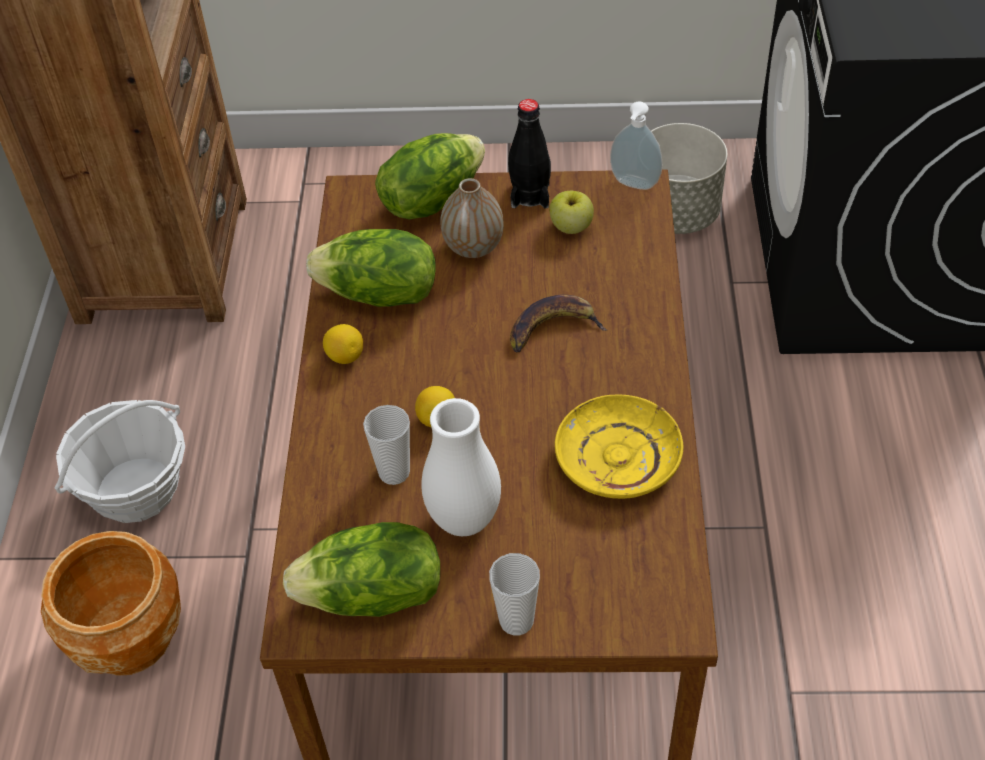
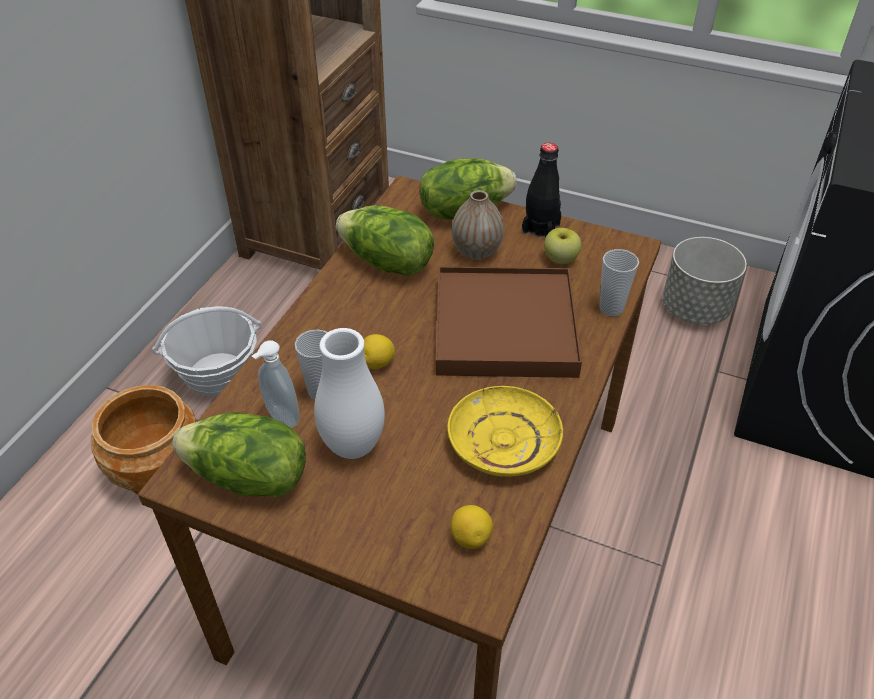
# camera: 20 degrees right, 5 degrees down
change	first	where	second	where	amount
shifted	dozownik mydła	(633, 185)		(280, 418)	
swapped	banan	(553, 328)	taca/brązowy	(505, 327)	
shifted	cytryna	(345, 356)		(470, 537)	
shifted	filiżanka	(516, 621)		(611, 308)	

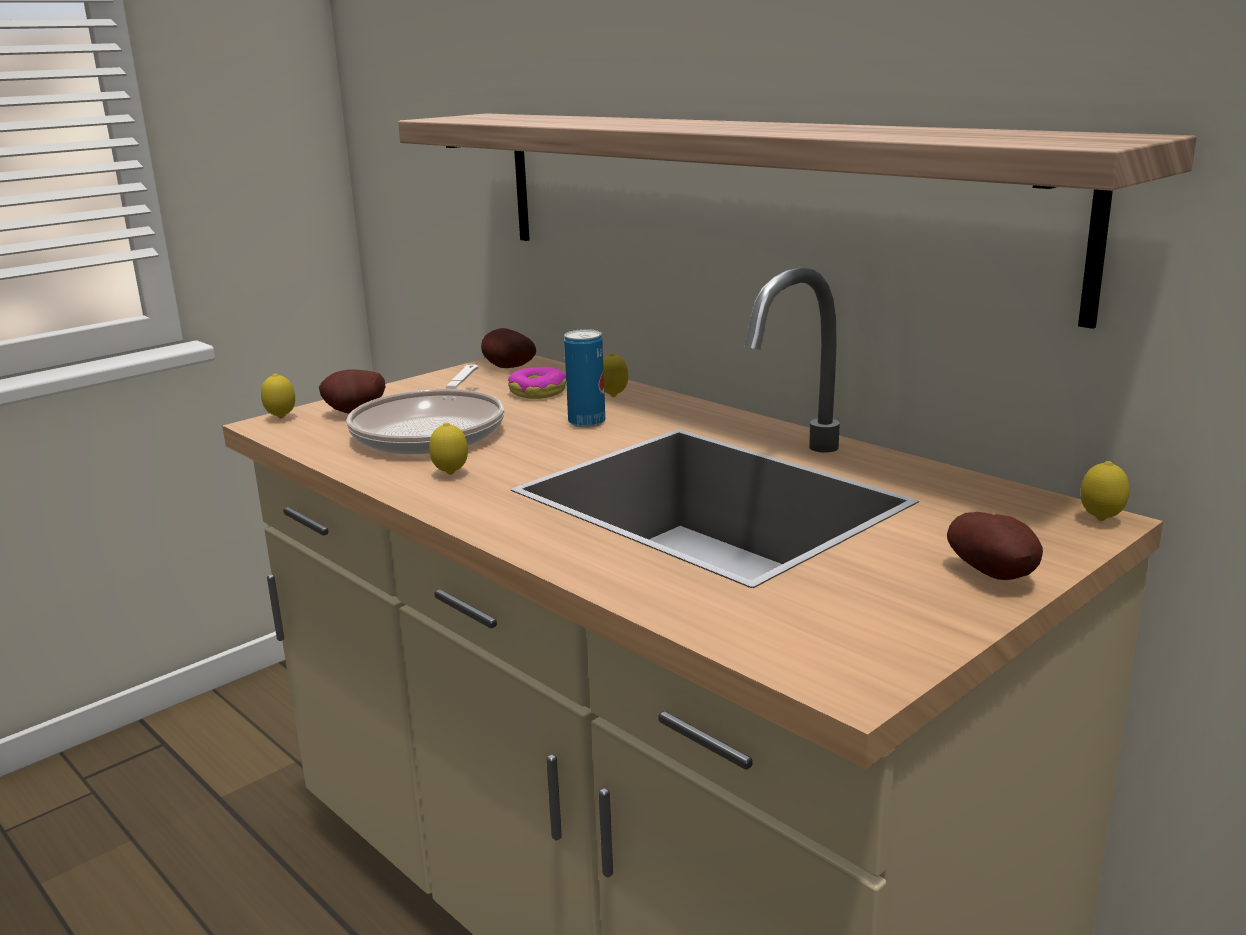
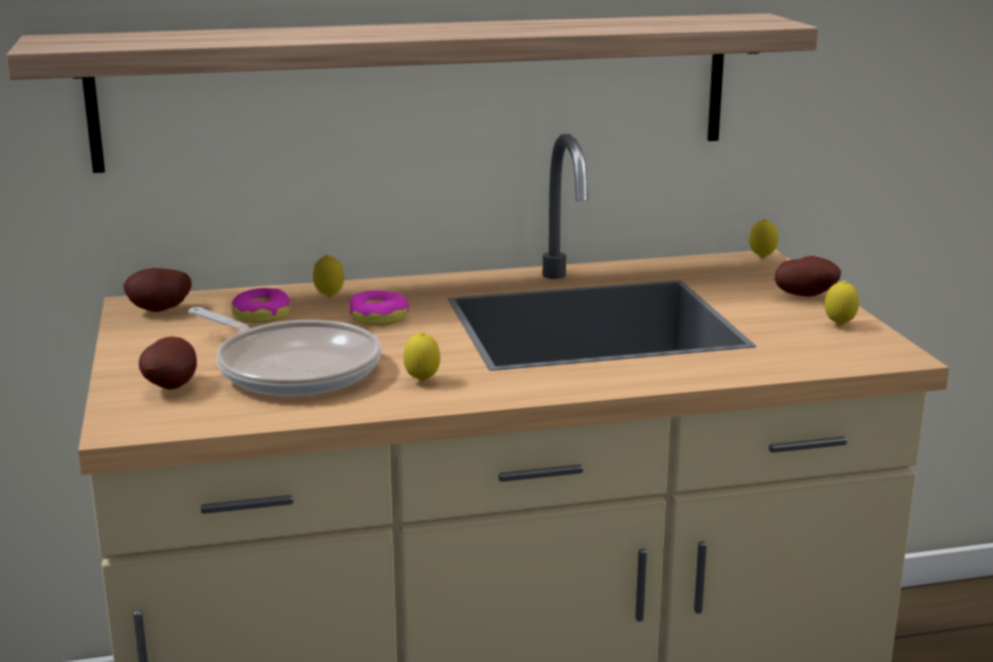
# camera: 60 degrees left, 0 degrees up
change	first	where	second	where	amount
swapped	puszka	(586, 422)	donut	(378, 318)	
shifted	cytryna	(281, 418)		(839, 325)	

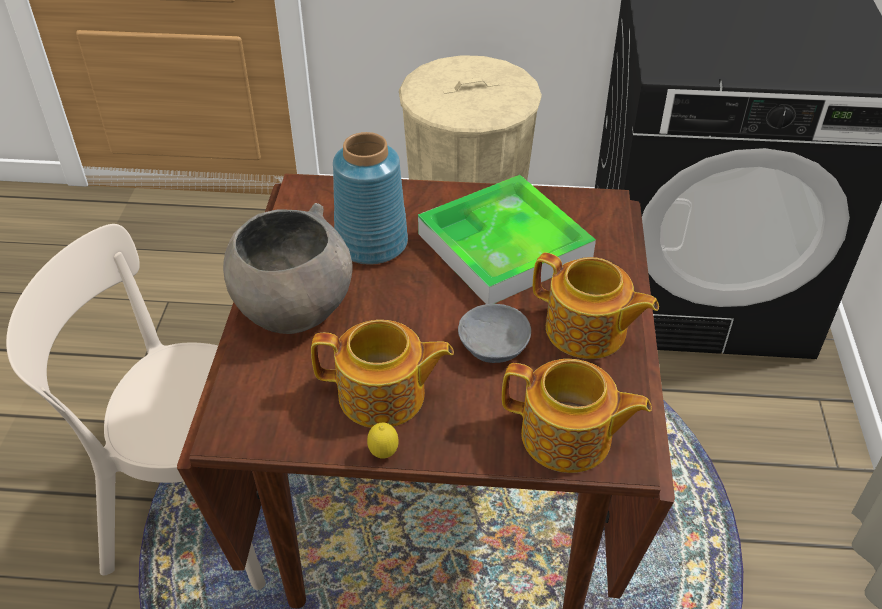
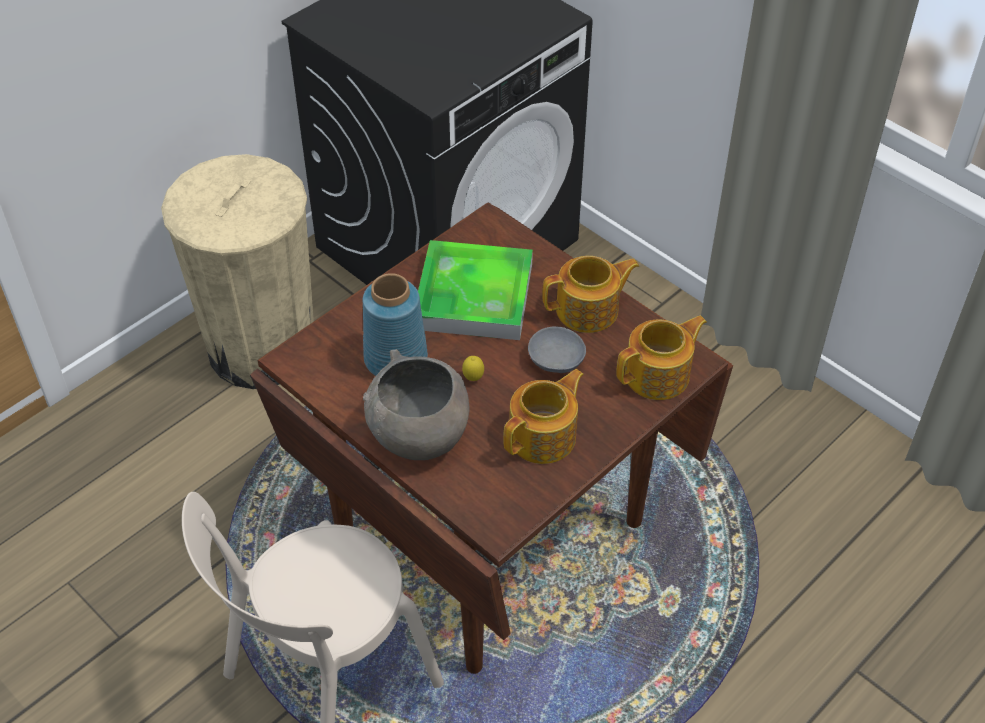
# camera: 50 degrees left, 5 degrees up
change	first	where	second	where	amount
shifted	cytryna	(383, 454)		(473, 378)	

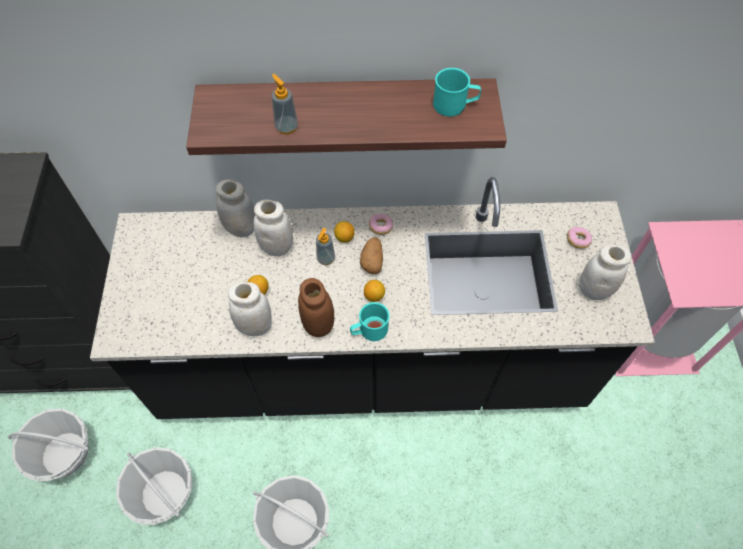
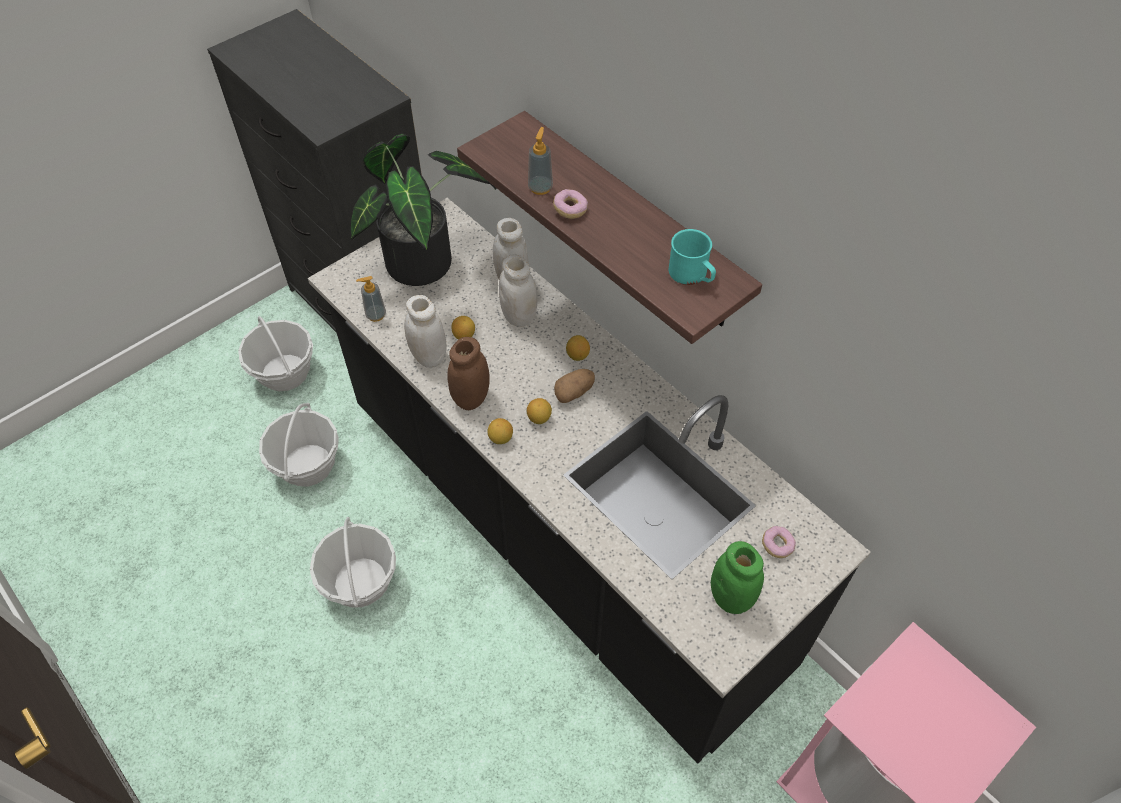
# camera: 50 degrees right, 5 degrees down
change	first	where	second	where	amount
new			roślina doniczkowa	(427, 264)	
shifted	dozownik mydła	(326, 259)		(376, 315)	
swapped	kubek/turkusowy	(369, 330)	cytryna	(500, 438)	
shifted	donut	(380, 227)		(570, 210)	
repainted	słoik/biały	(594, 290)	słoik/zielony	(731, 597)	

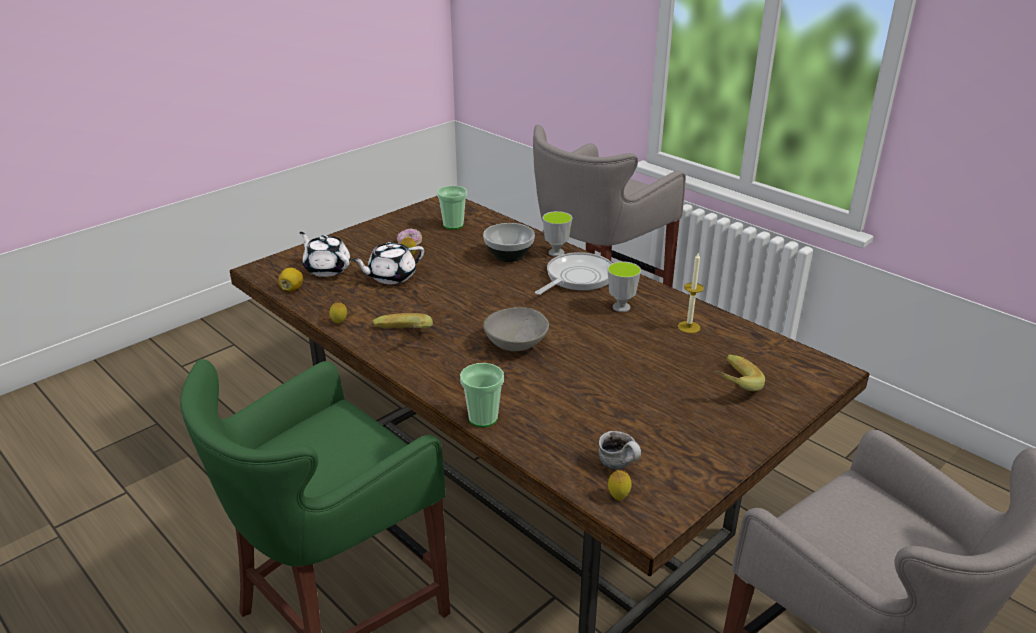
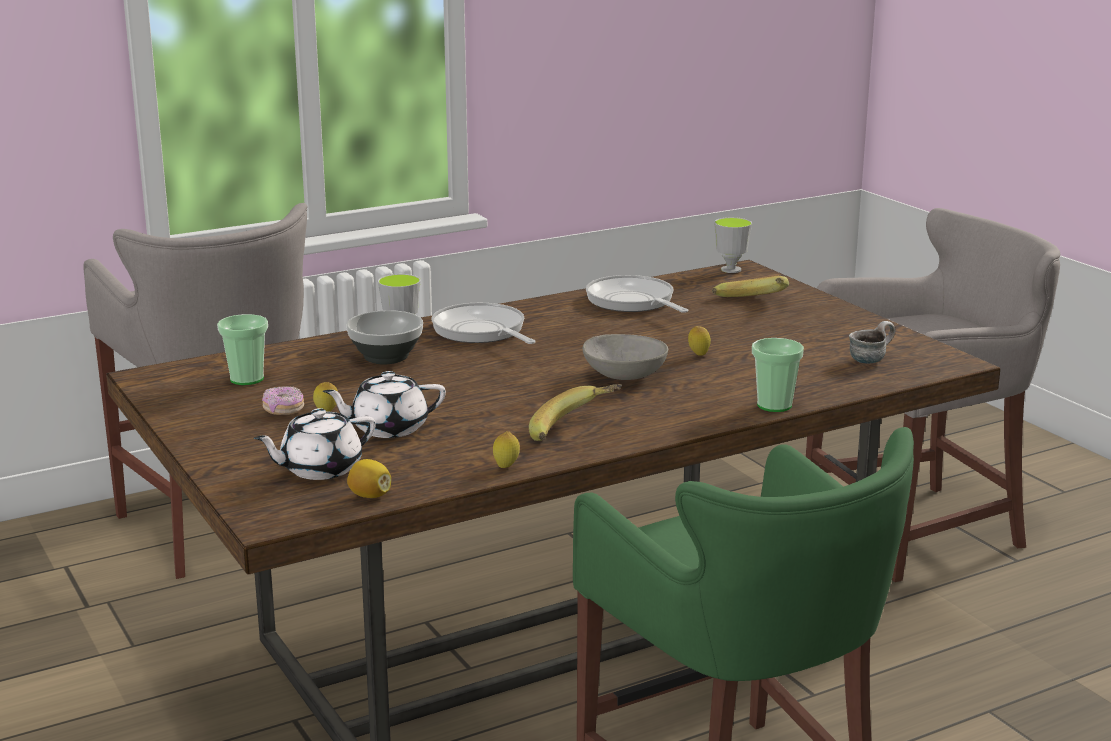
# camera: 75 degrees left, 10 degrees down
change	first	where	second	where	amount
rotated	imbryk/biały	(391, 277)		(388, 428)	90 degrees clockwise
swapped	świeca	(689, 327)	patelnia	(633, 302)	
shifted	cytryna	(618, 496)		(698, 355)	
shifted	filiżanka	(621, 307)		(731, 270)	

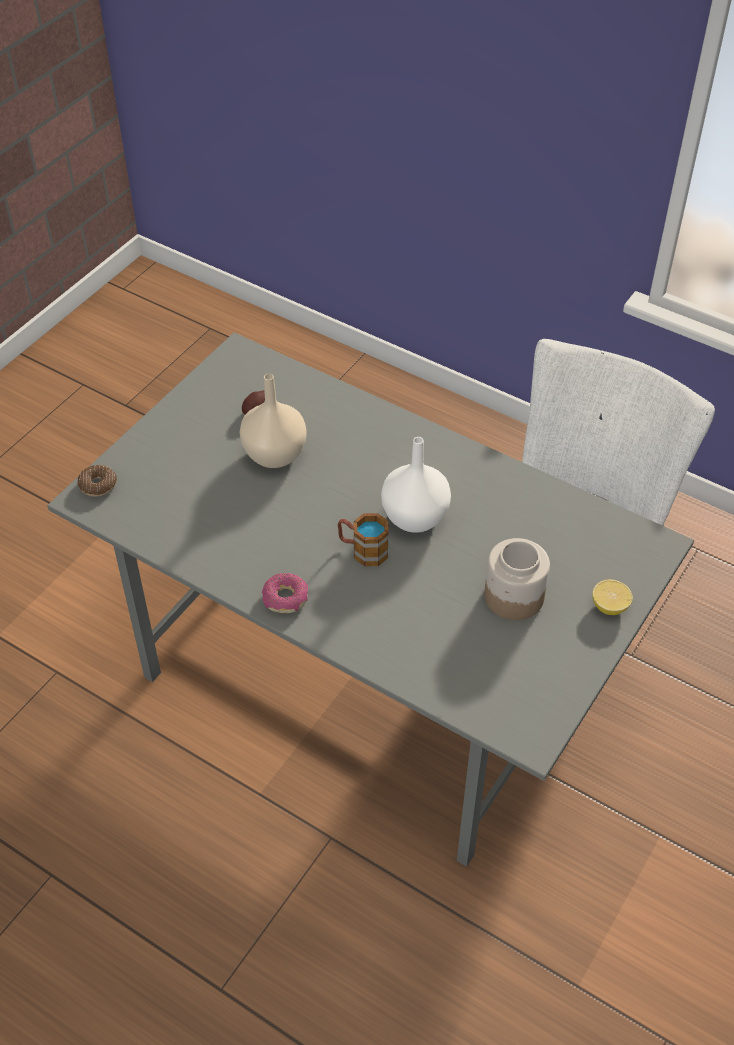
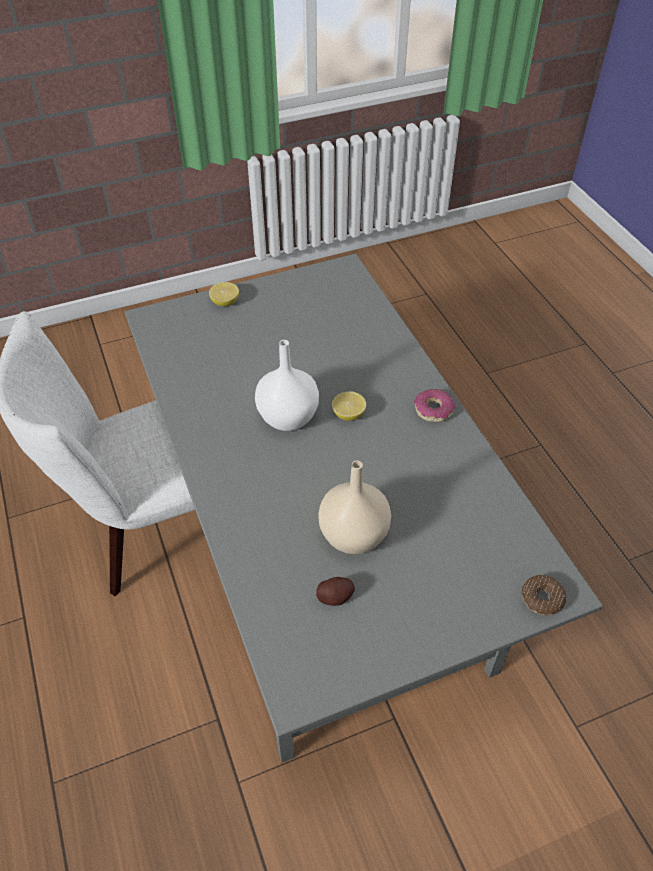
# camera: 145 degrees left, 0 degrees up
change	first	where	second	where	amount
swapped	kubek	(363, 550)	cytryna	(348, 414)	
gone	słoik	(513, 596)			

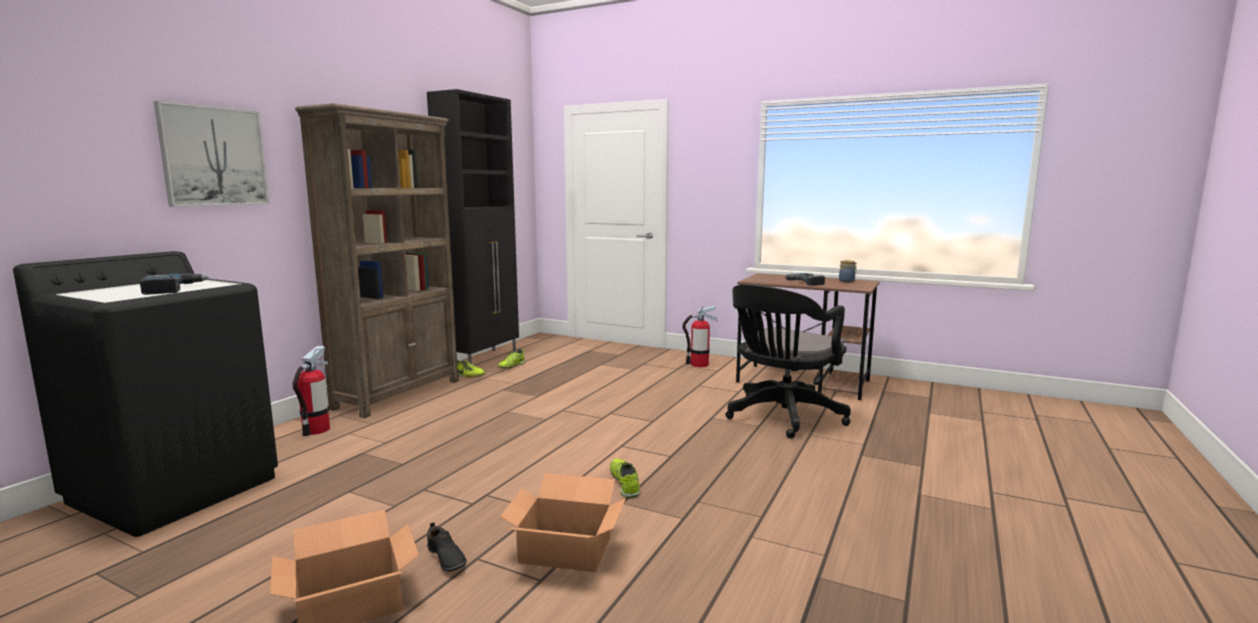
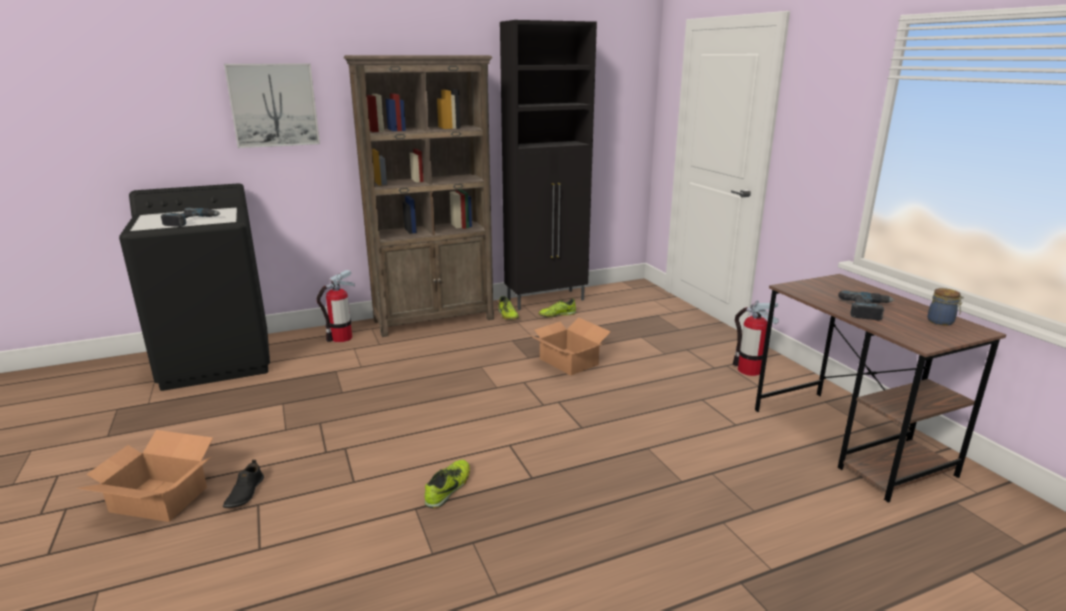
# camera: 40 degrees right, 10 degrees up
change	first	where	second	where	amount
shifted	karton	(565, 549)		(568, 361)	
gone	krzesło biurowe/czarny	(782, 417)			

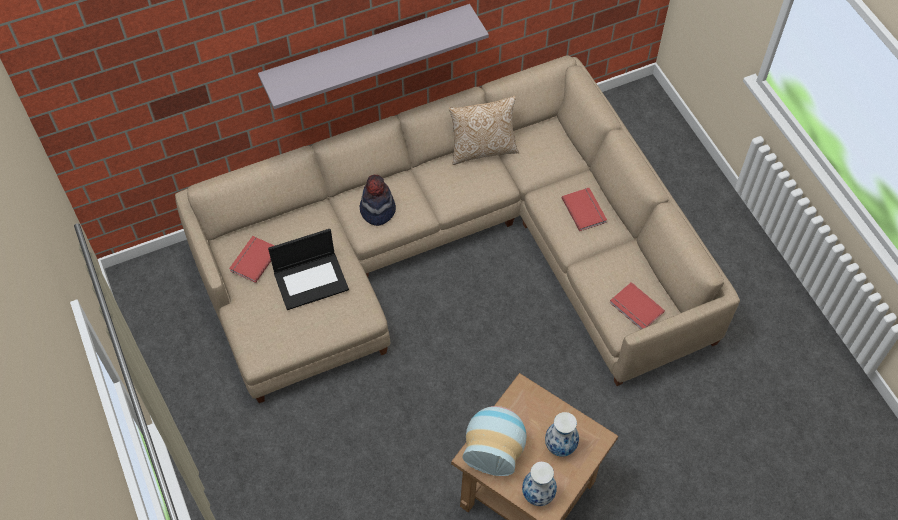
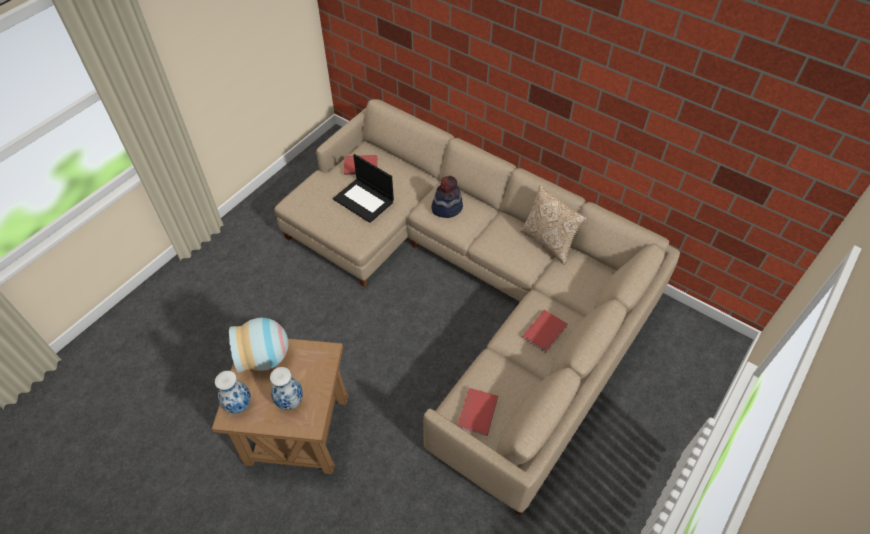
# camera: 60 degrees right, 5 degrees down
change	first	where	second	where	amount
gone	półka/szary	(367, 51)			

